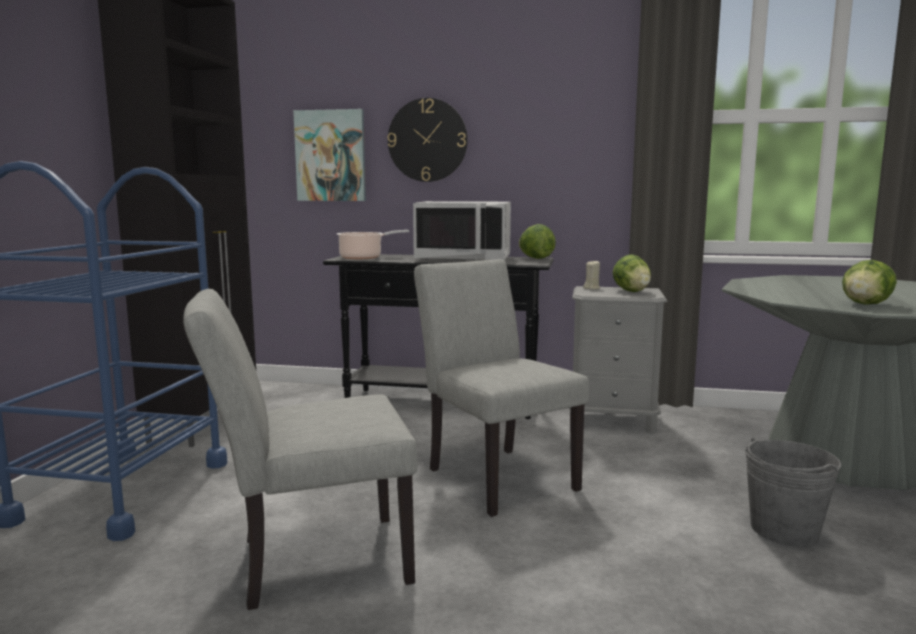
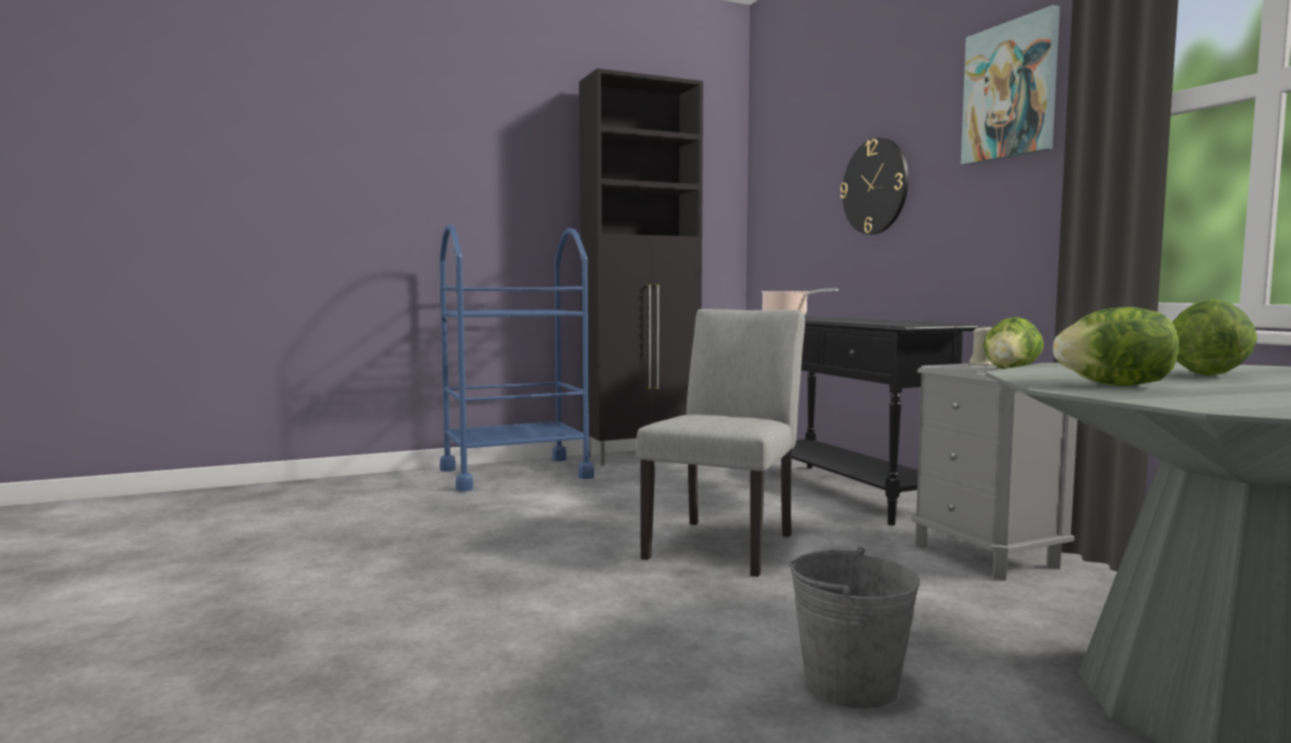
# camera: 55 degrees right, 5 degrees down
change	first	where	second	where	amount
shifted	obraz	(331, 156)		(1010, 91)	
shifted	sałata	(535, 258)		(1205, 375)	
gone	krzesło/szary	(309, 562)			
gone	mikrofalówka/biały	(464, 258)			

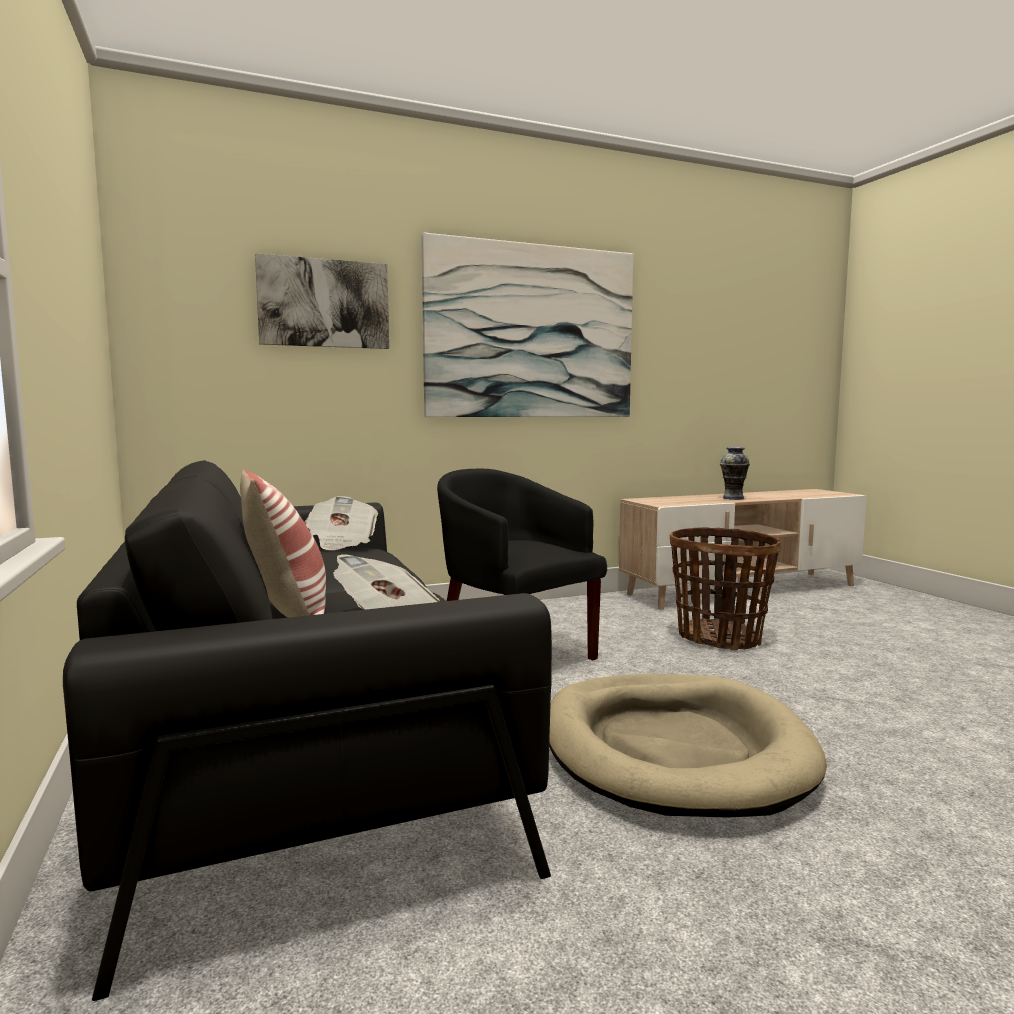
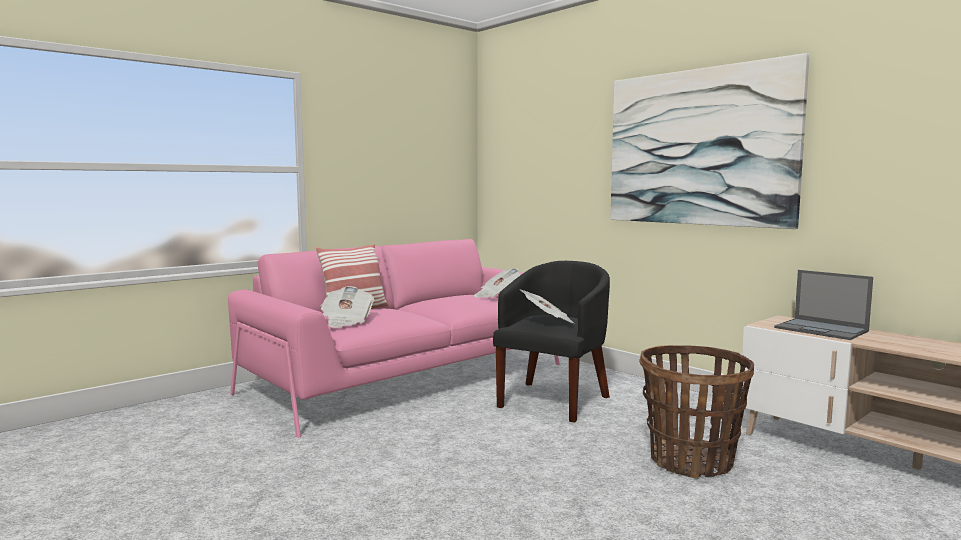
# camera: 70 degrees right, 0 degrees up
change	first	where	second	where	amount
repainted	kanapa/czarny	(302, 727)	kanapa/różowy	(407, 378)	
new			gazeta	(547, 321)	
new			laptop	(822, 329)	
gone	obraz	(324, 303)			
gone	legowisko/beżowy	(673, 749)			
gone	wazon	(733, 498)			

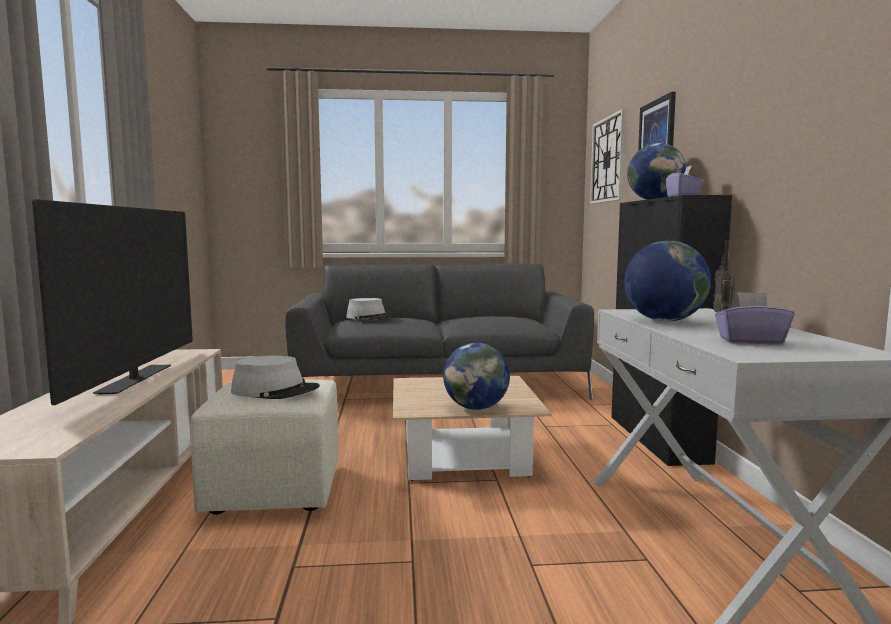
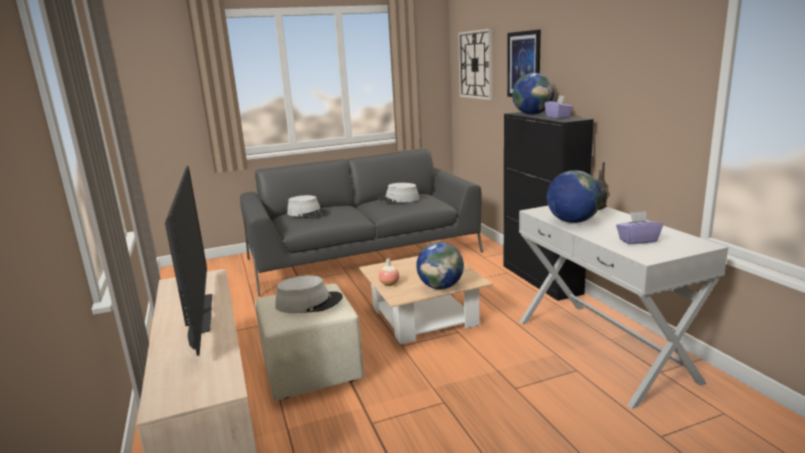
# camera: 15 degrees left, 10 degrees up
change	first	where	second	where	amount
new			kapelusz/szary	(398, 199)	
new			wazon	(389, 284)	

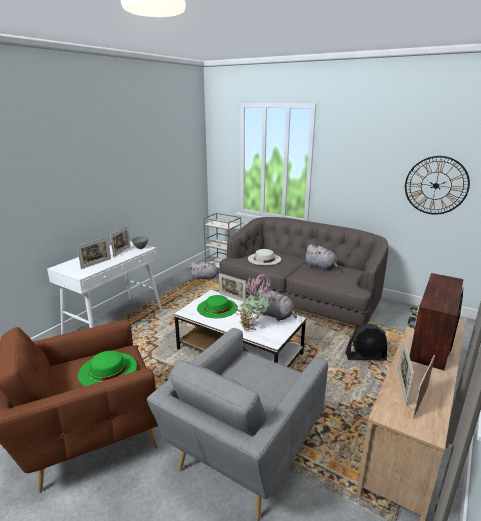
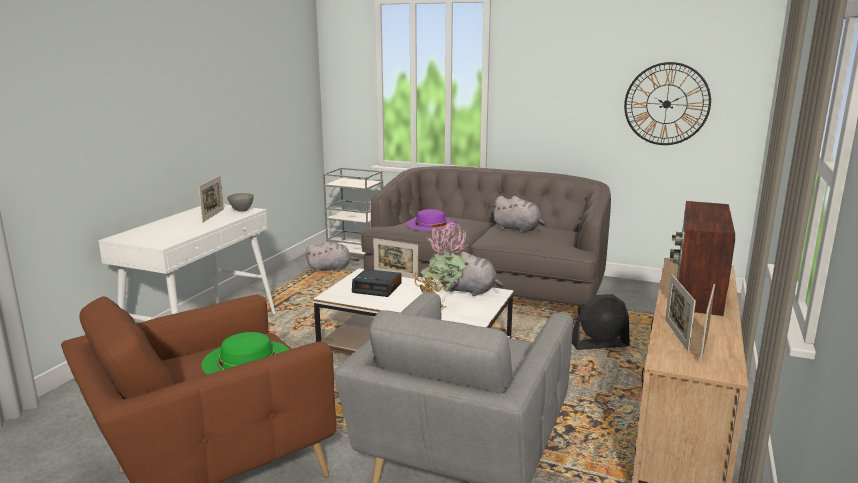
# camera: 10 degrees left, 5 degrees down
change	first	where	second	where	amount
swapped	kapelusz/zielony	(217, 308)	budzik	(377, 288)	
repainted	kapelusz/biały	(264, 259)	kapelusz/fioletowy	(430, 224)	
gone	ramka na zdjęcie	(96, 264)			

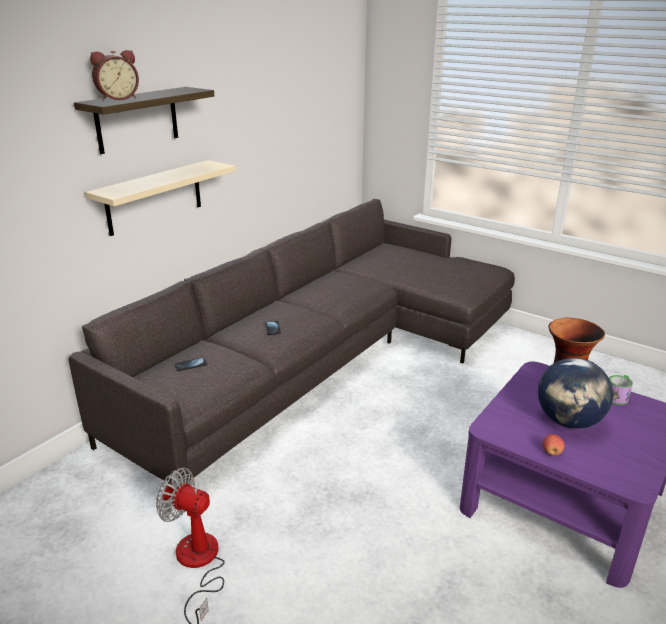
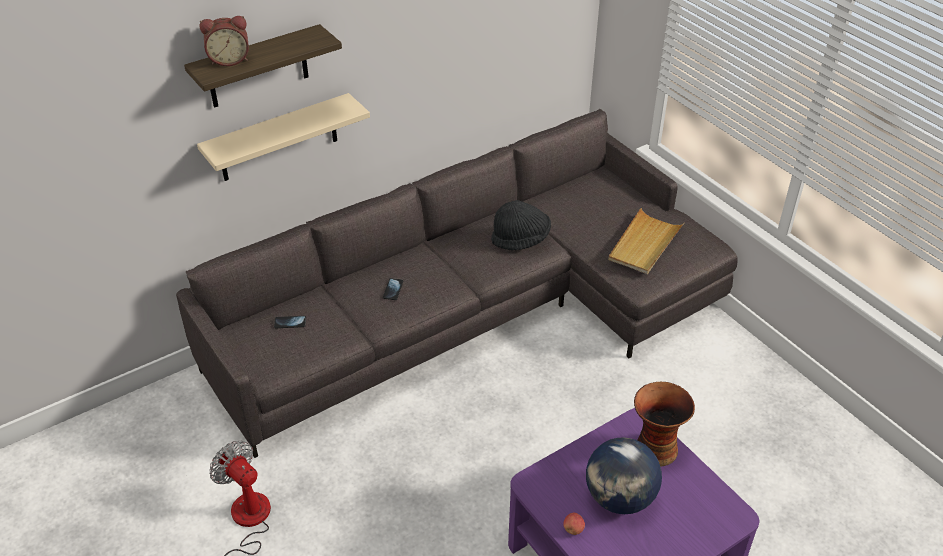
# camera: 20 degrees right, 15 degrees up
change	first	where	second	where	amount
new			kapelusz/czarny	(520, 239)	
new			taca/beżowy	(644, 244)	
gone	kubek	(618, 397)			

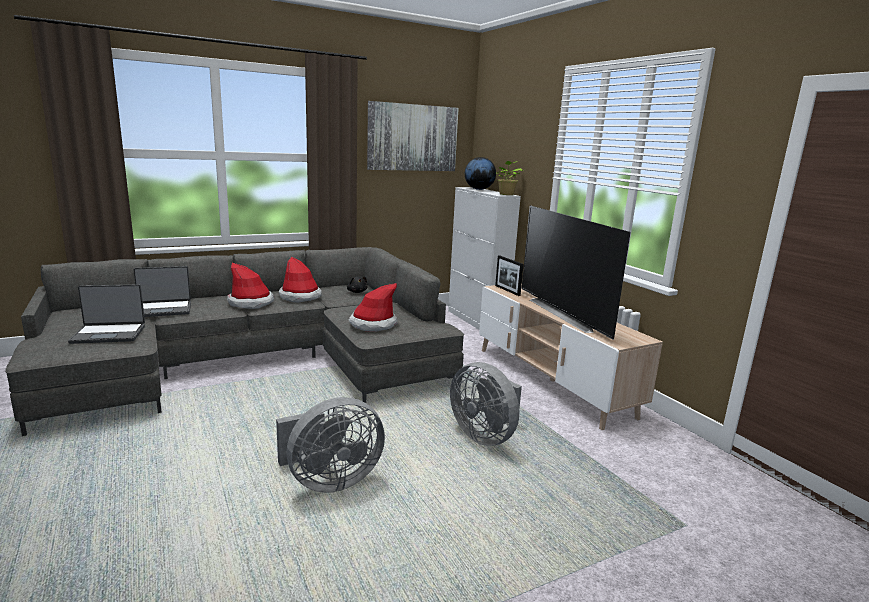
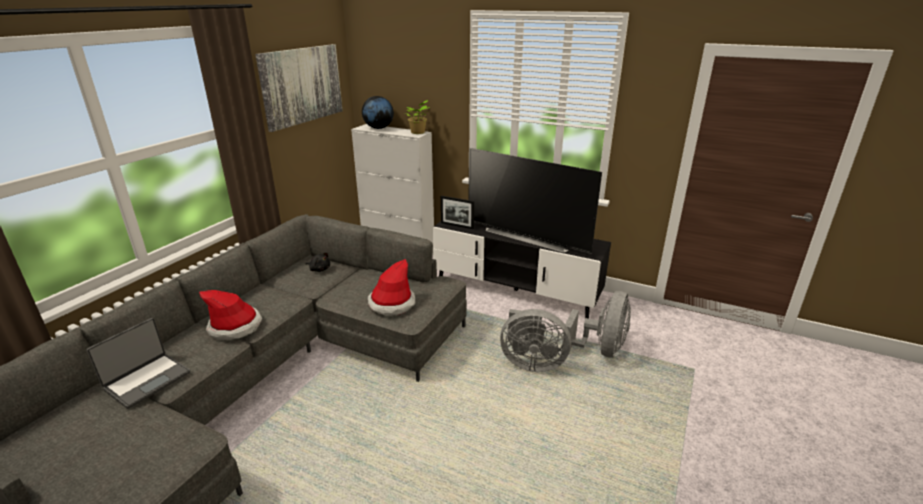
# camera: 35 degrees left, 10 degrees up
change	first	where	second	where	amount
repainted	szafka pod telewizor/beżowy	(551, 380)	szafka pod telewizor/czarny	(515, 290)	
shifted	wentylator/szary	(329, 481)		(601, 350)	
gone	laptop	(109, 334)			
gone	kapelusz	(300, 296)			

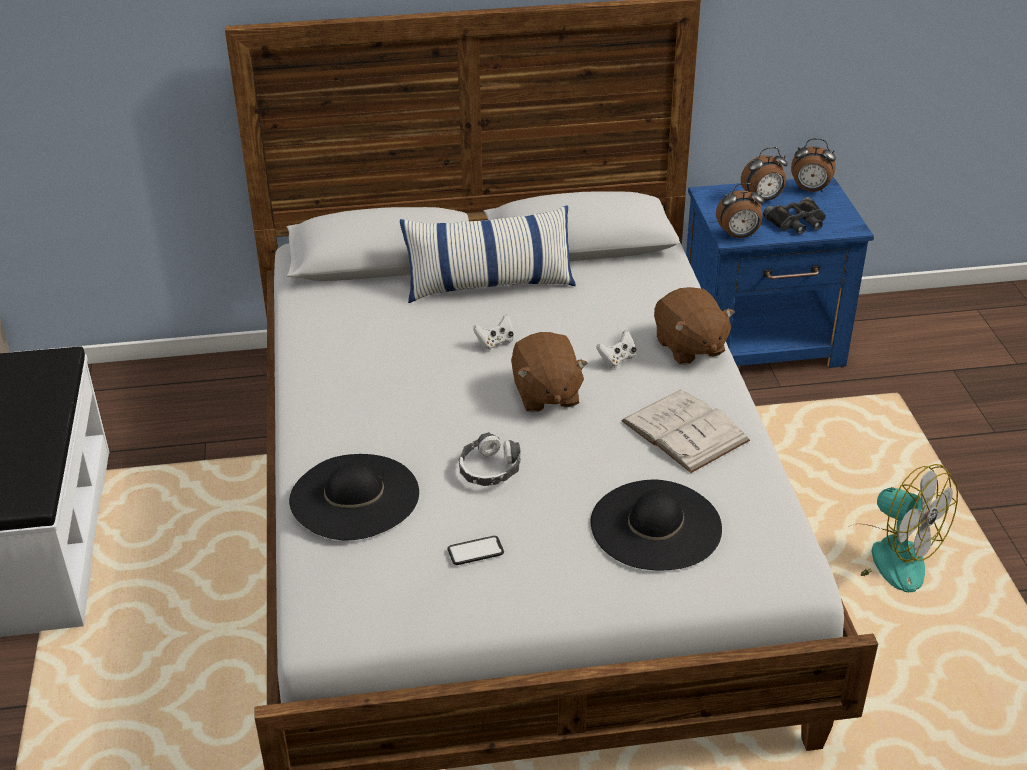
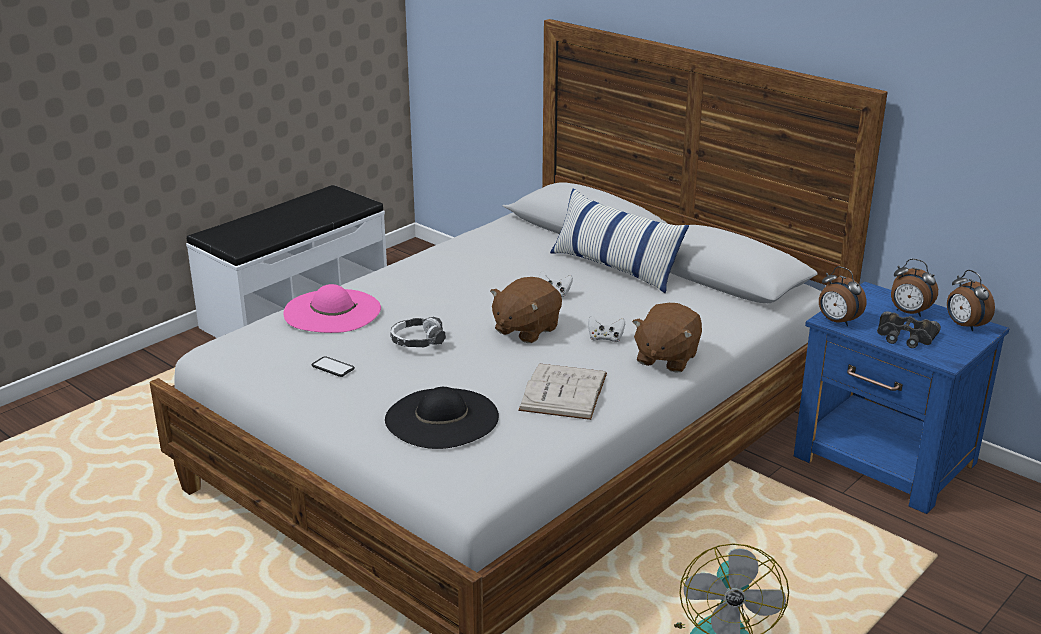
# camera: 50 degrees right, 10 degrees down
change	first	where	second	where	amount
repainted	kapelusz/czarny	(354, 496)	kapelusz/różowy	(332, 311)	

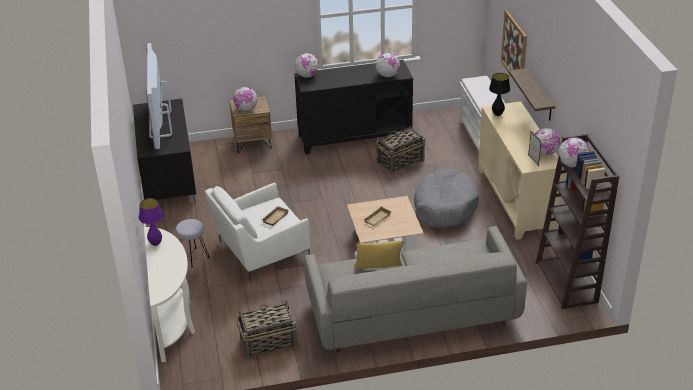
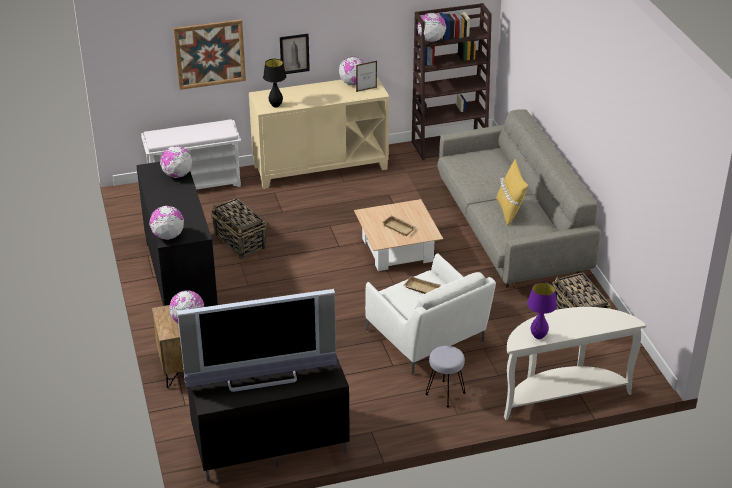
# camera: 95 degrees left, 0 degrees up
change	first	where	second	where	amount
swapped	półka	(540, 95)	obraz	(294, 54)	
gone	legowisko/szary	(444, 207)			

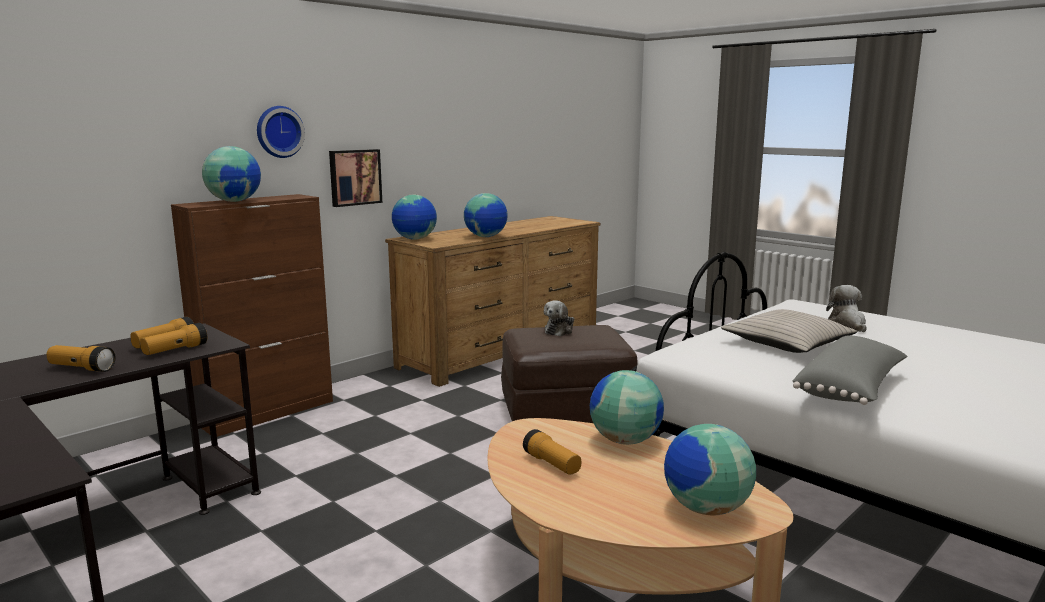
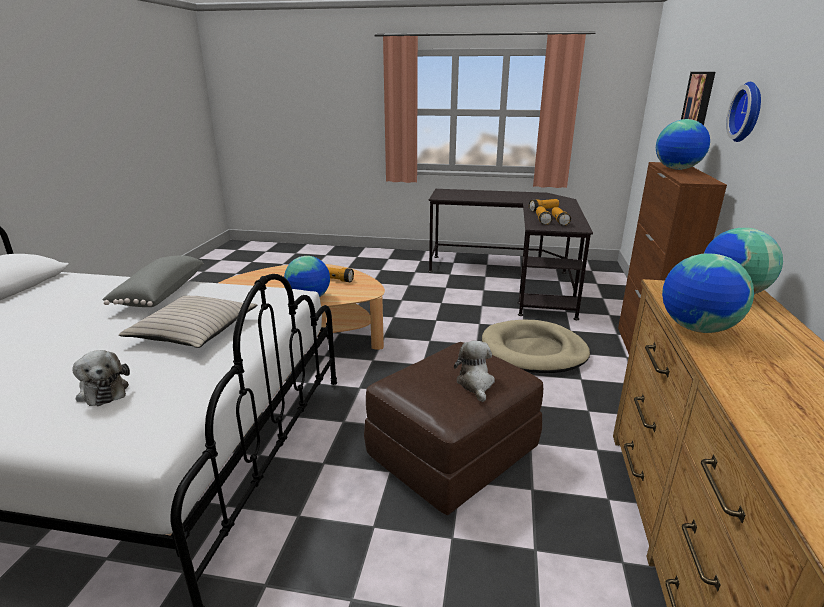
# camera: 145 degrees right, 10 degrees up
change	first	where	second	where	amount
new			legowisko/beżowy	(533, 351)	
shifted	obraz	(354, 177)		(699, 100)	
gone	globus	(705, 509)			

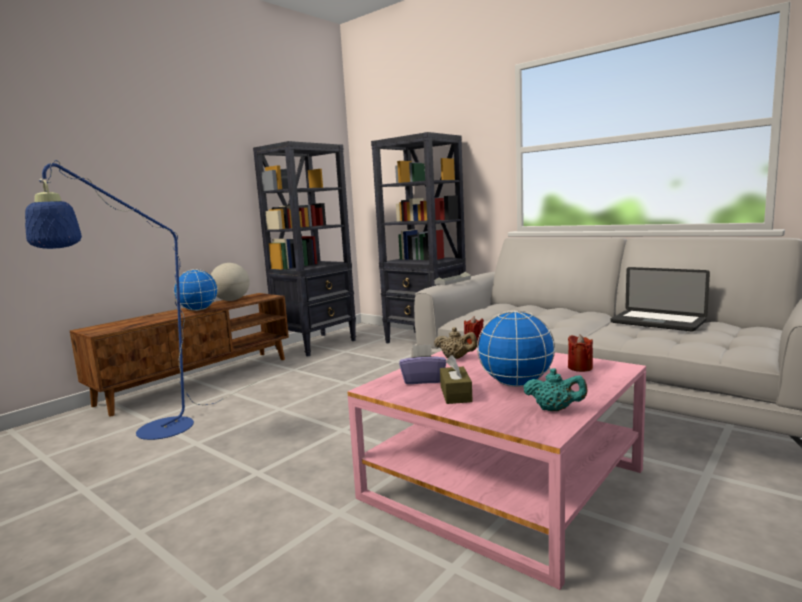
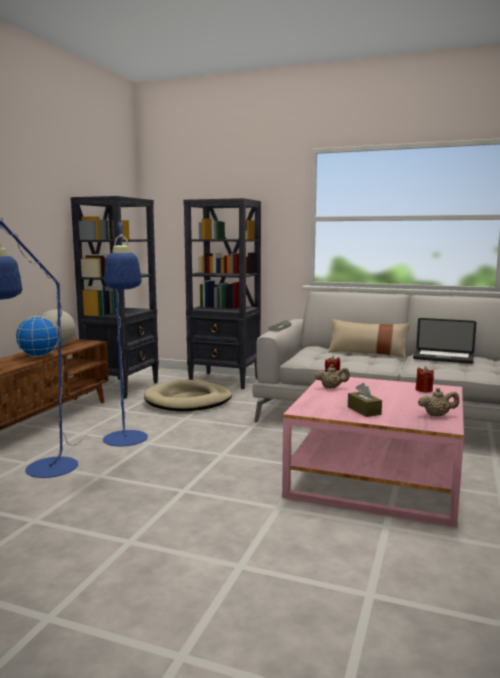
# camera: 20 degrees left, 0 degrees up
change	first	where	second	where	amount
new			lampa stojąca/niebieski	(126, 442)	
new			legowisko/beżowy	(188, 400)	
new			poduszka/beżowy	(367, 353)	
repainted	imbryk/turkusowy	(554, 409)	imbryk/beżowy	(437, 415)	
gone	pudełko chusteczek/fioletowy	(423, 380)			
gone	globus	(516, 384)			

